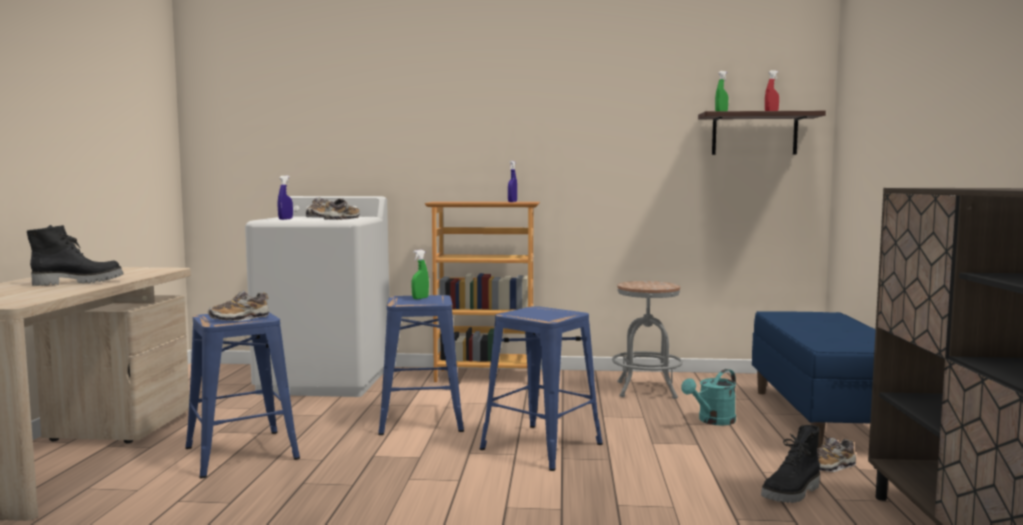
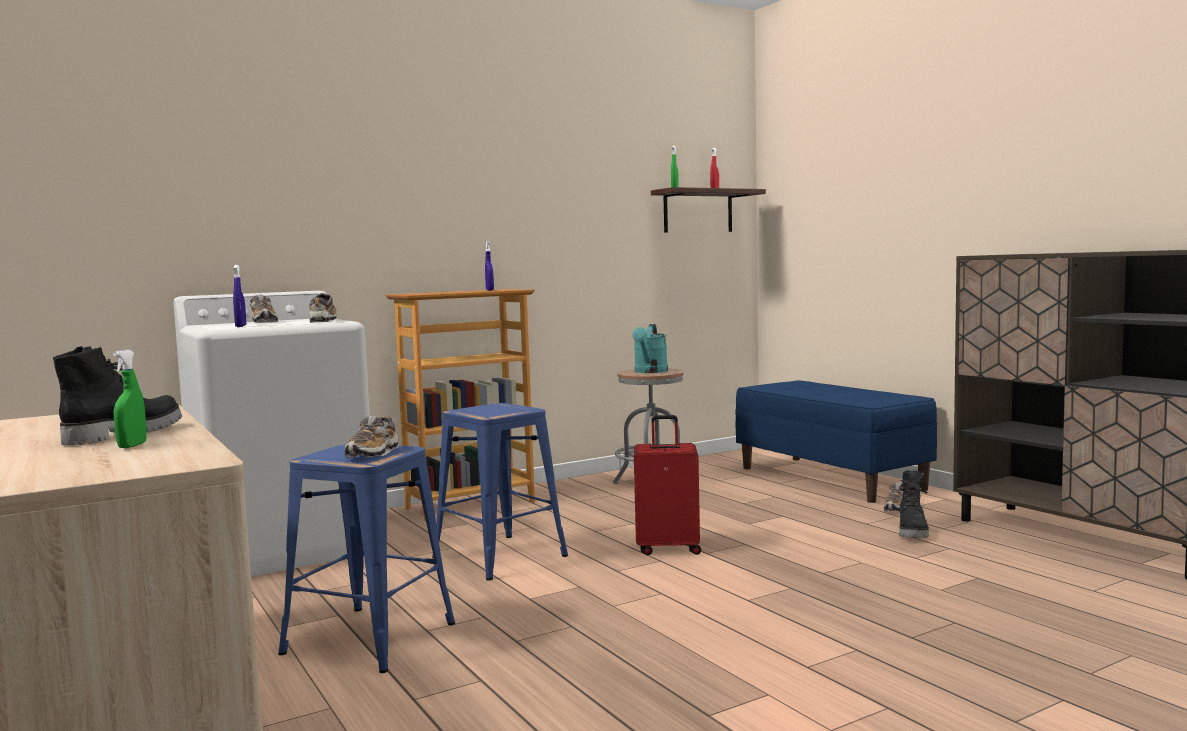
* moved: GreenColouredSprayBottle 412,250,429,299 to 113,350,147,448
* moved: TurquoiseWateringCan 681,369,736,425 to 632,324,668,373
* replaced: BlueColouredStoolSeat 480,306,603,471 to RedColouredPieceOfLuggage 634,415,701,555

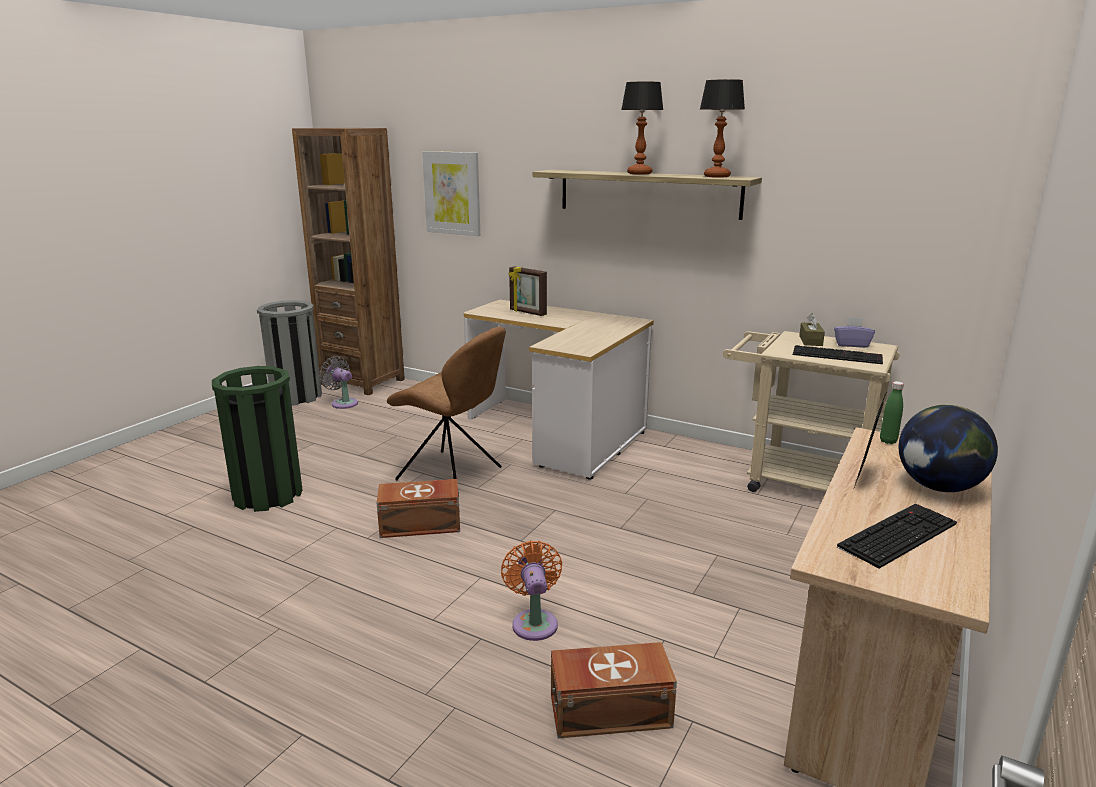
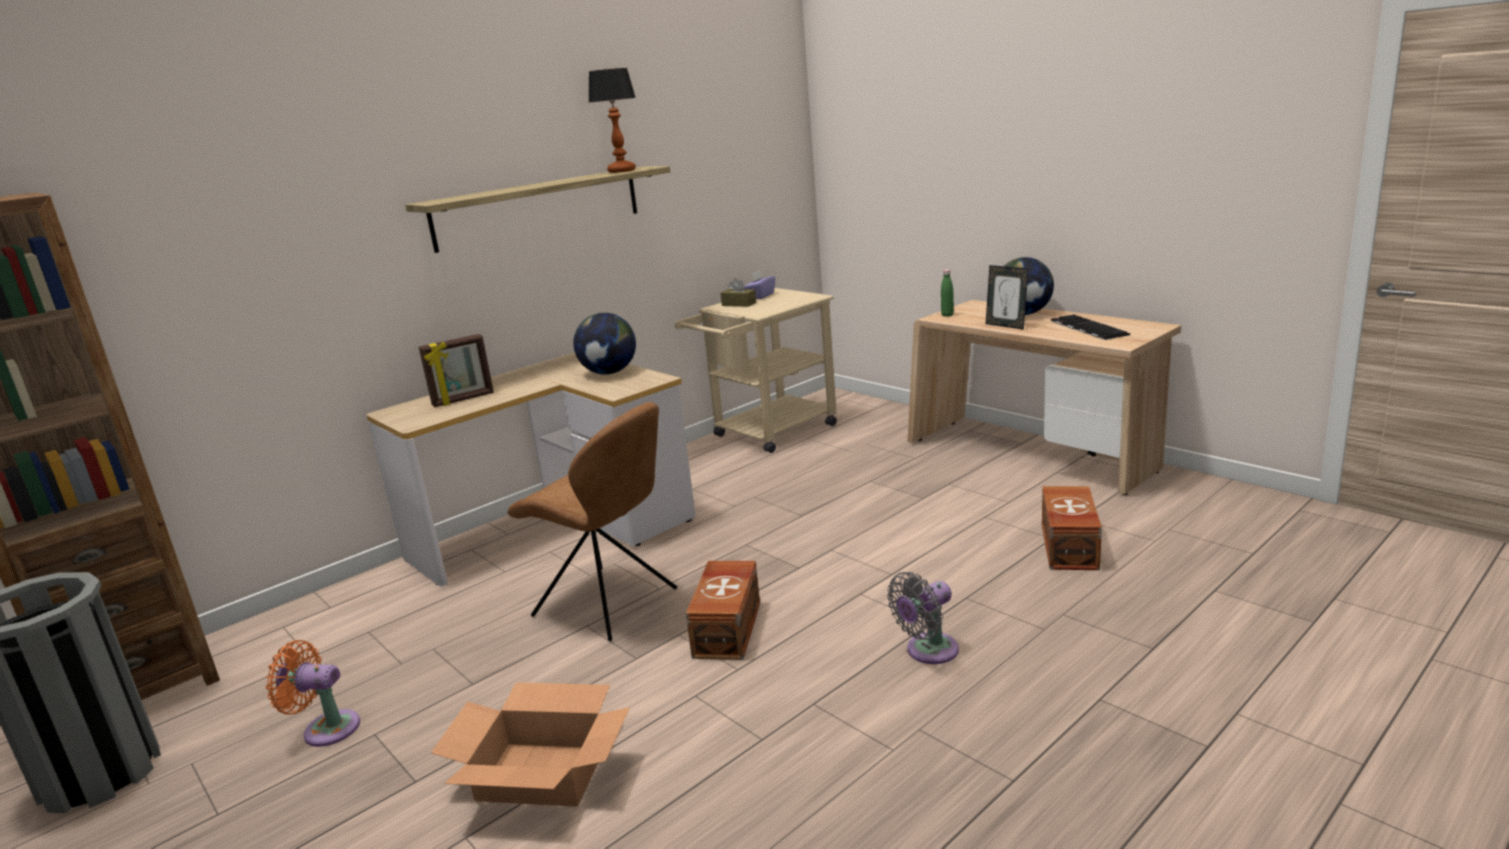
* removed: WallArt 422,151,480,236
* removed: TabletopLamp 621,82,664,175
* removed: ComputerKeyboard 793,345,883,364
* added: DeskGlobe 573,313,636,375
* moved: GrayFan 319,356,358,409 to 887,572,959,664
* moved: OrangeColouredFan 501,540,562,641 to 266,640,360,747
* replaced: GreenColouredTrashCan 212,366,303,512 to PackingBox 431,682,630,807
* turned: BrownChair 387,326,506,495 = 507,402,677,641 75 degrees clockwise

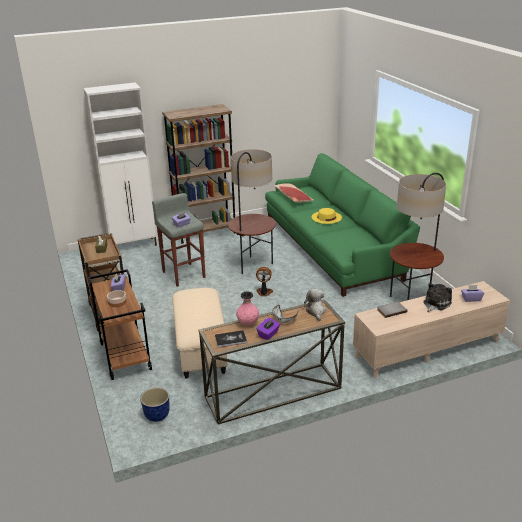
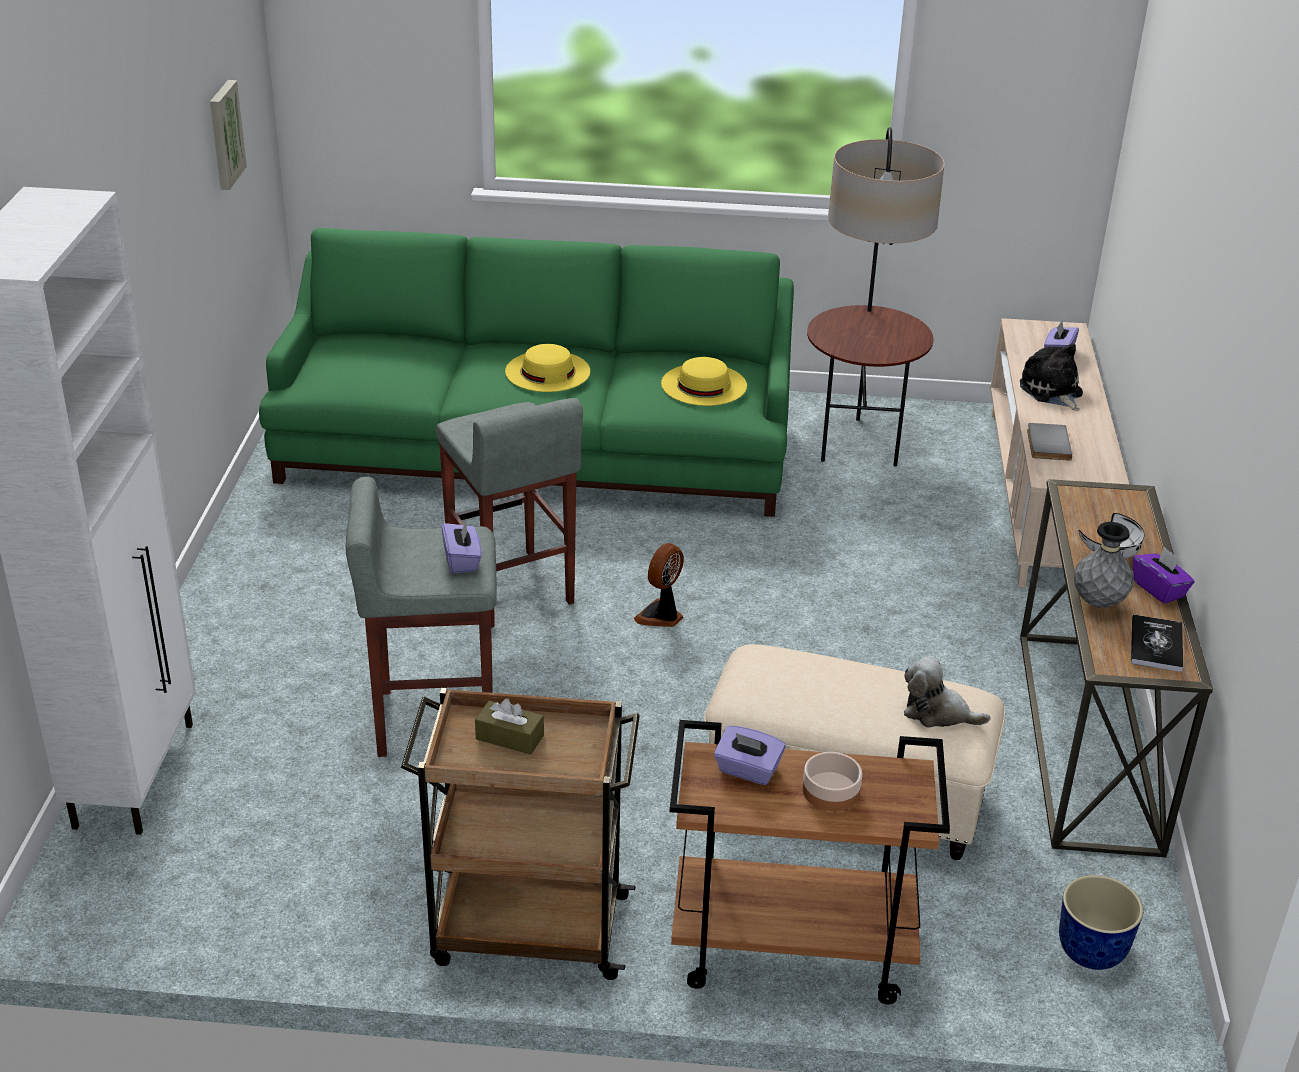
* removed: BrownBookcase 162,104,235,244
* removed: Cushion 274,183,313,203
* added: WallArt 210,80,247,190
* added: YellowColouredClothingHat 661,357,747,406
* moved: CuddlyToy 304,289,326,321 to 904,656,991,728
* replaced: StandingLamp 228,149,276,274 to GrayStoolSeat 436,398,583,628
* recoloured: PinkishFlowerVase 236,292,259,325 to GrayFlowerVase 1074,522,1134,608

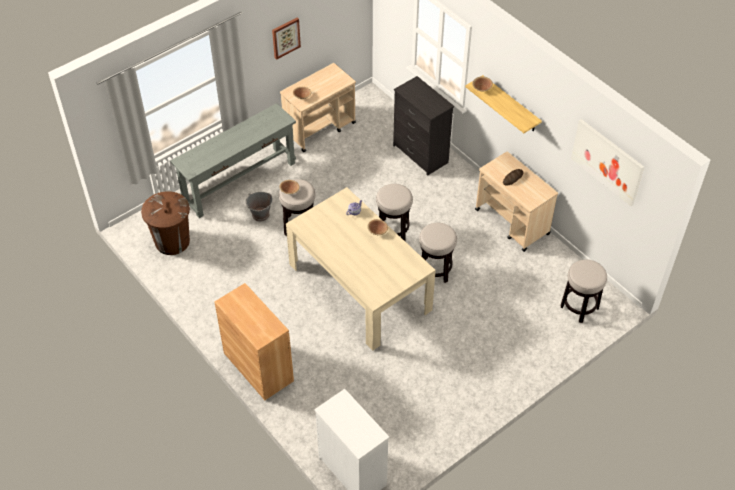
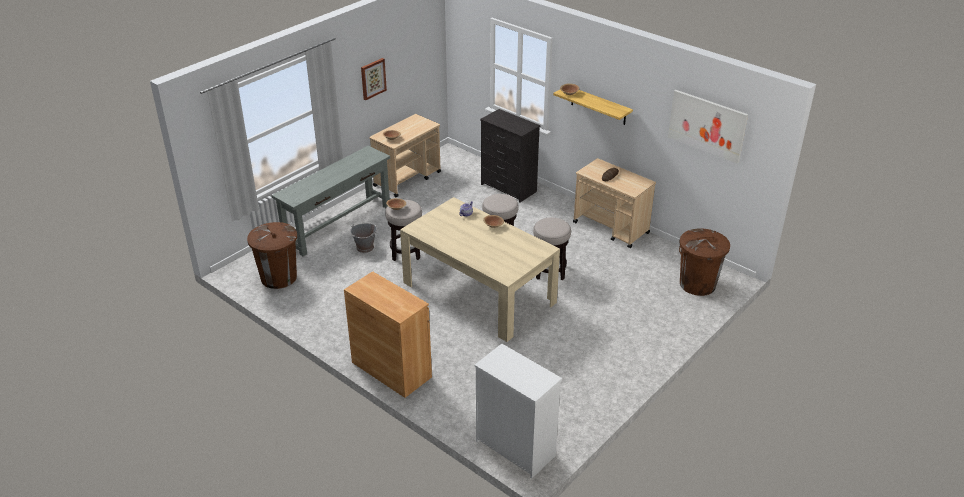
* replaced: StoolSeat 561,260,607,323 to BrownTrashCan 679,228,730,296

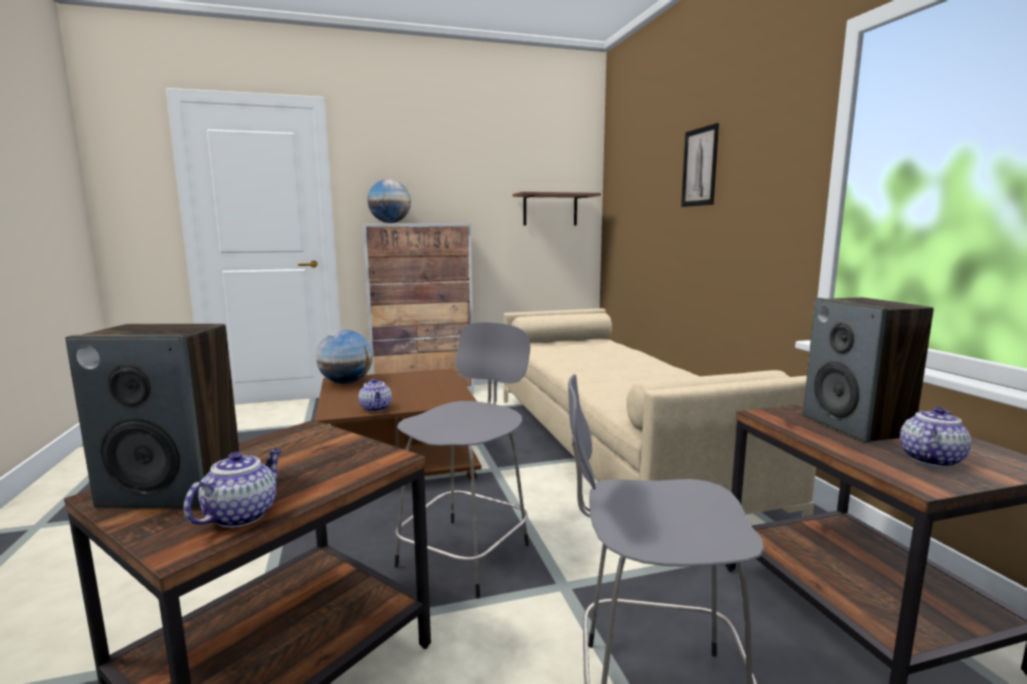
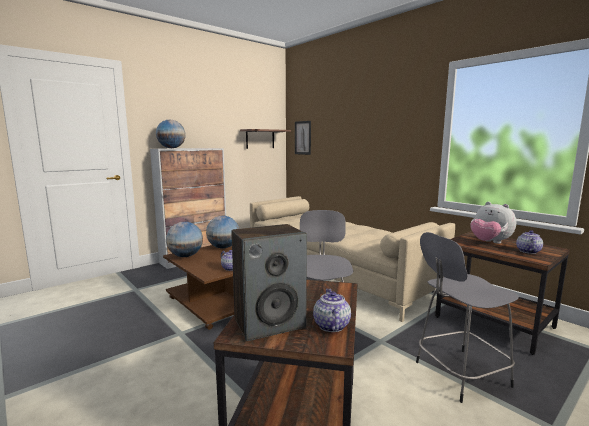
* added: DeskGlobe 206,216,239,249
* moved: WallArt 681,123,719,207 to 295,121,311,155
* replaced: Speaker 803,297,934,443 to CuddlyToy 470,202,516,244

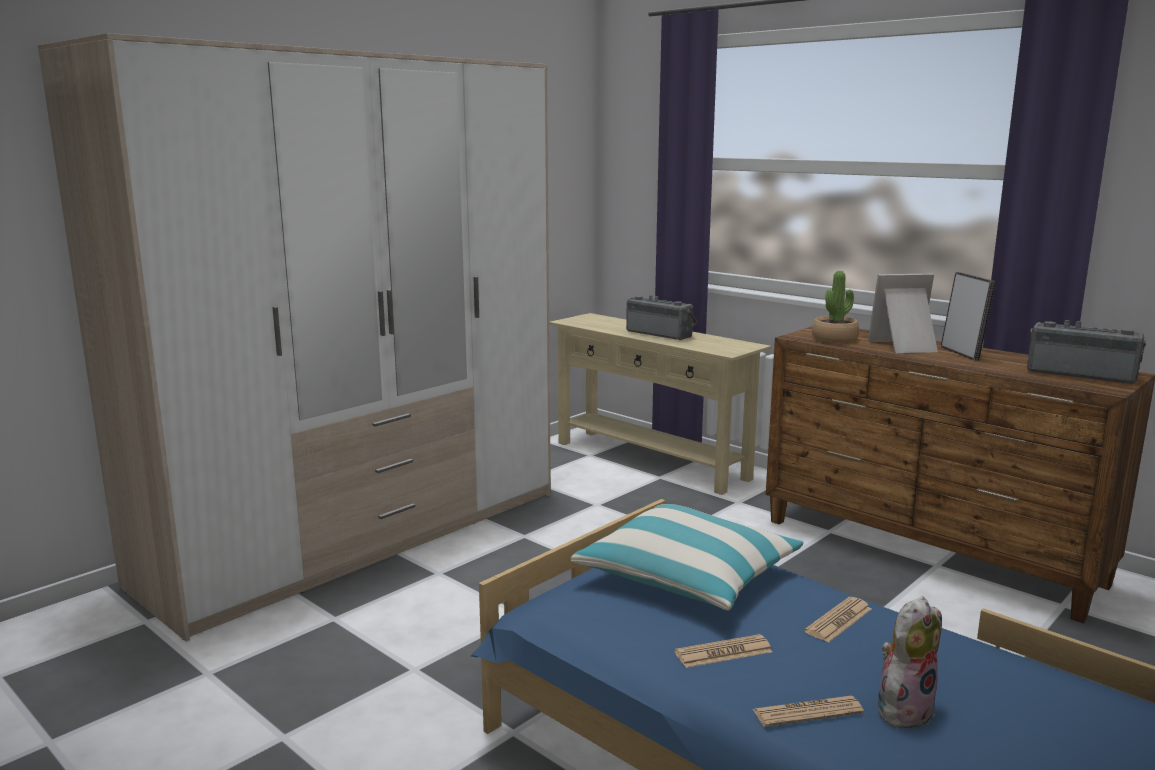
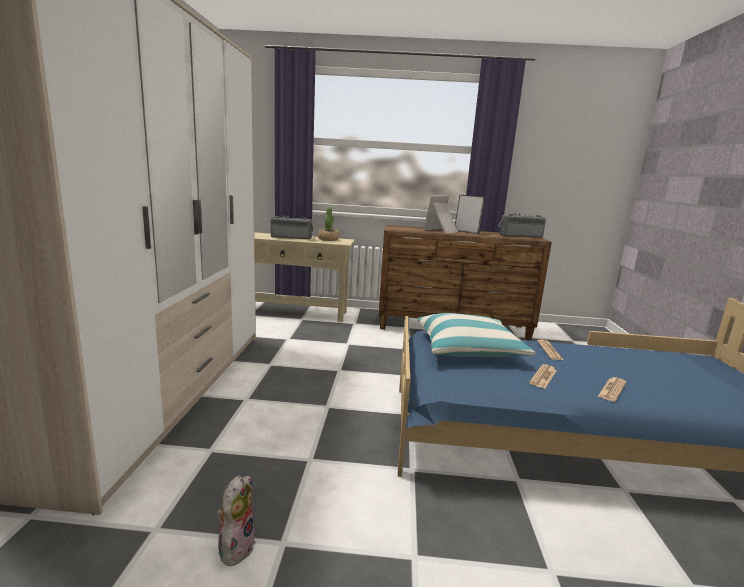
* moved: PlantInAPot 812,271,859,343 to 318,207,339,241
* moved: CuddlyToy 878,596,942,728 to 217,476,256,569

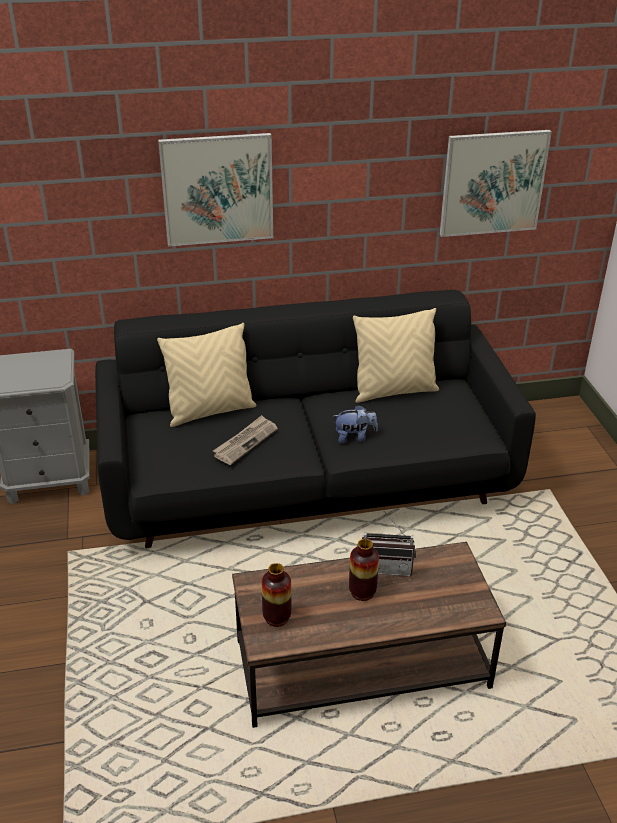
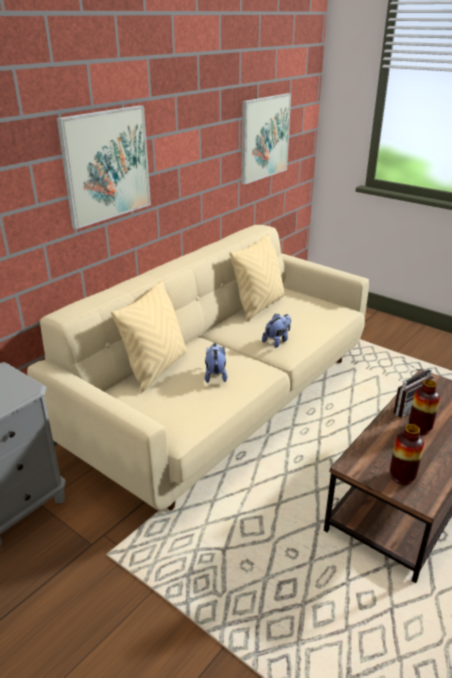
* replaced: Newspaper 213,415,278,465 to CuddlyToy 205,343,227,383
* recoloured: BlackColouredSofa 95,290,536,548 to SandColouredSofa 27,225,369,511

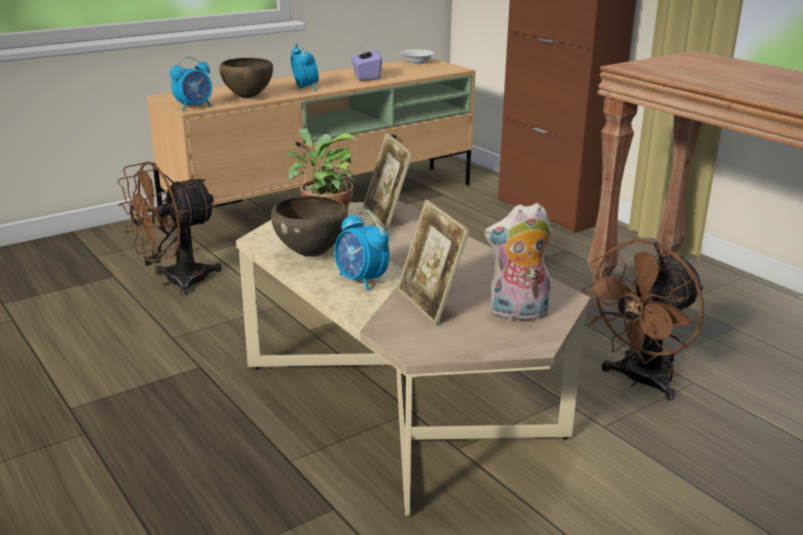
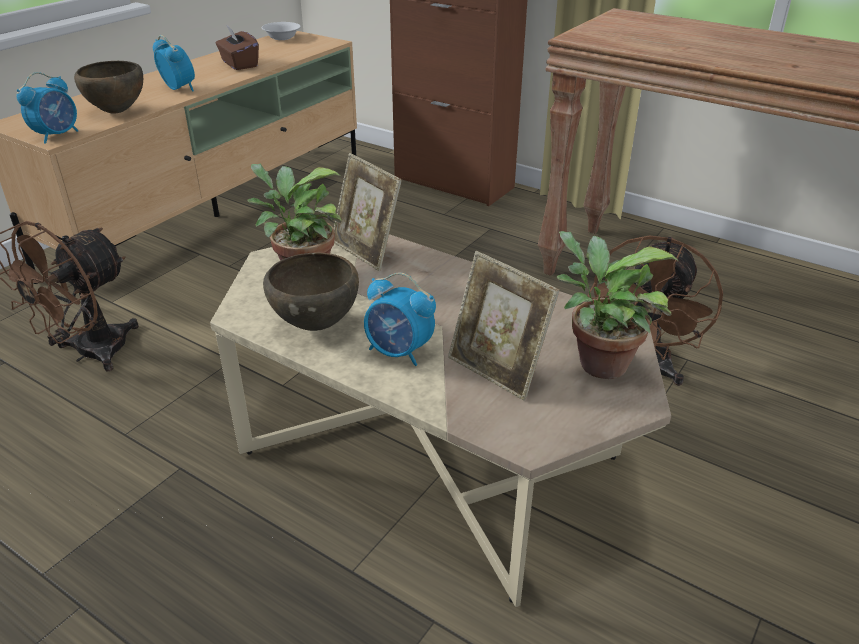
* replaced: CuddlyToy 484,203,552,321 to PlantInAPot 557,231,679,379
* recoloured: PurpleColouredBoxOfTissues 351,44,382,80 to BrownBoxOfTissues 216,26,259,70

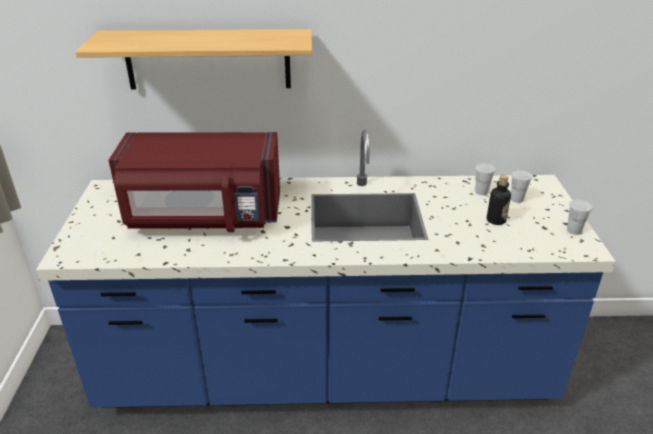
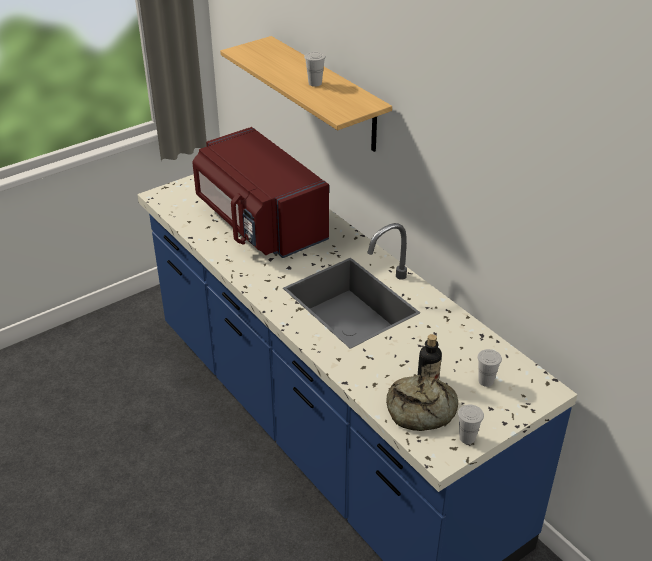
* added: BakeryBread 386,375,458,431
* moved: WhiteSmallCup 475,164,496,195 to 304,52,326,87

